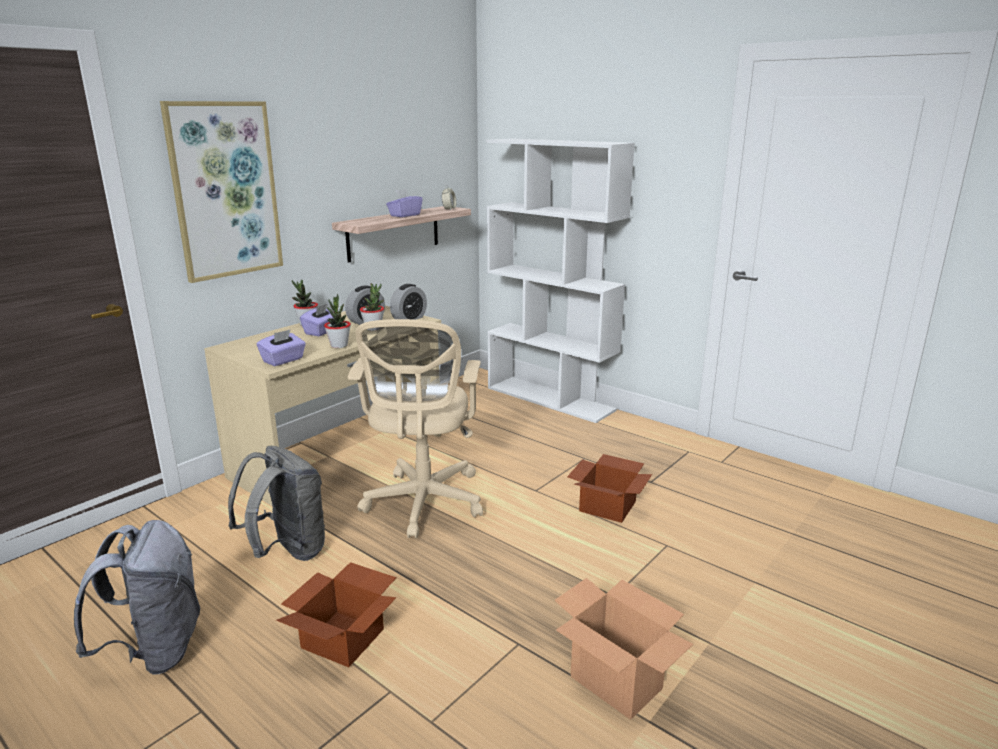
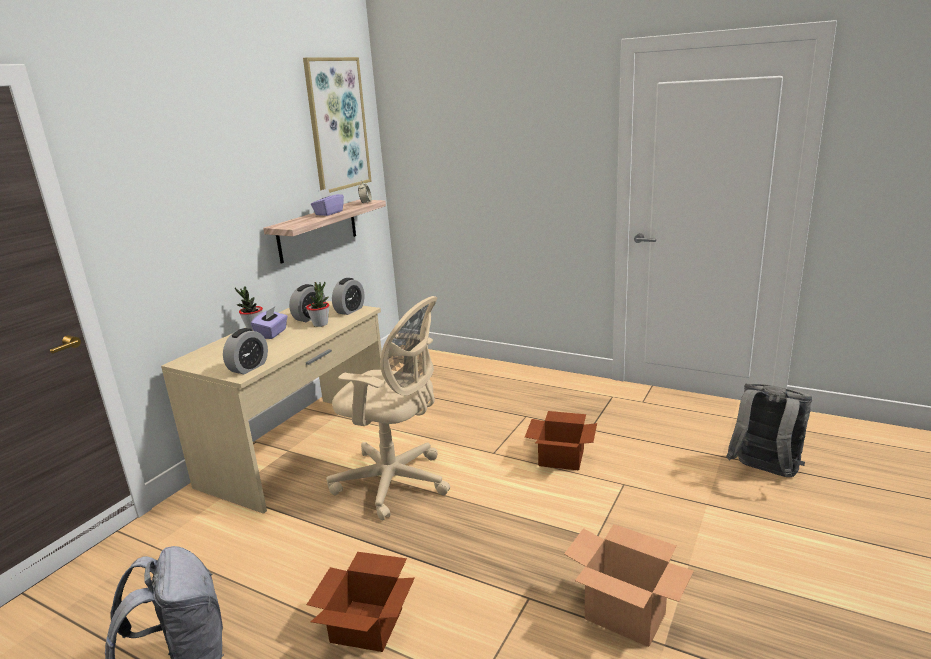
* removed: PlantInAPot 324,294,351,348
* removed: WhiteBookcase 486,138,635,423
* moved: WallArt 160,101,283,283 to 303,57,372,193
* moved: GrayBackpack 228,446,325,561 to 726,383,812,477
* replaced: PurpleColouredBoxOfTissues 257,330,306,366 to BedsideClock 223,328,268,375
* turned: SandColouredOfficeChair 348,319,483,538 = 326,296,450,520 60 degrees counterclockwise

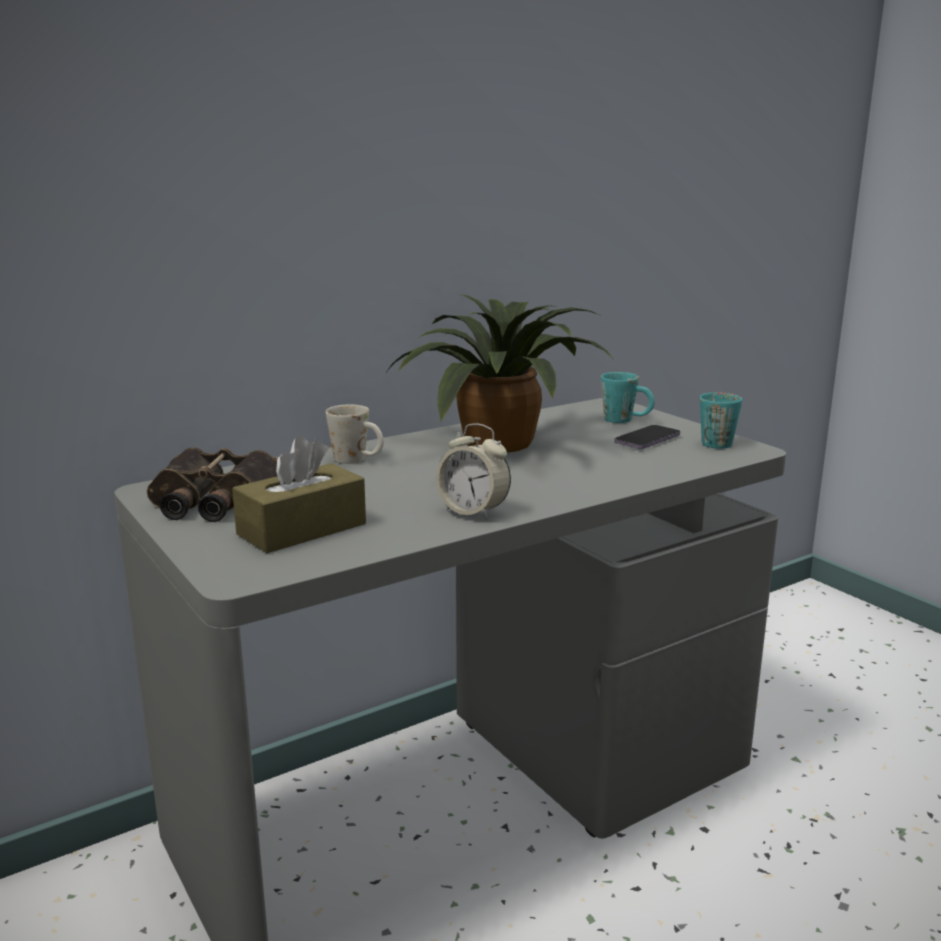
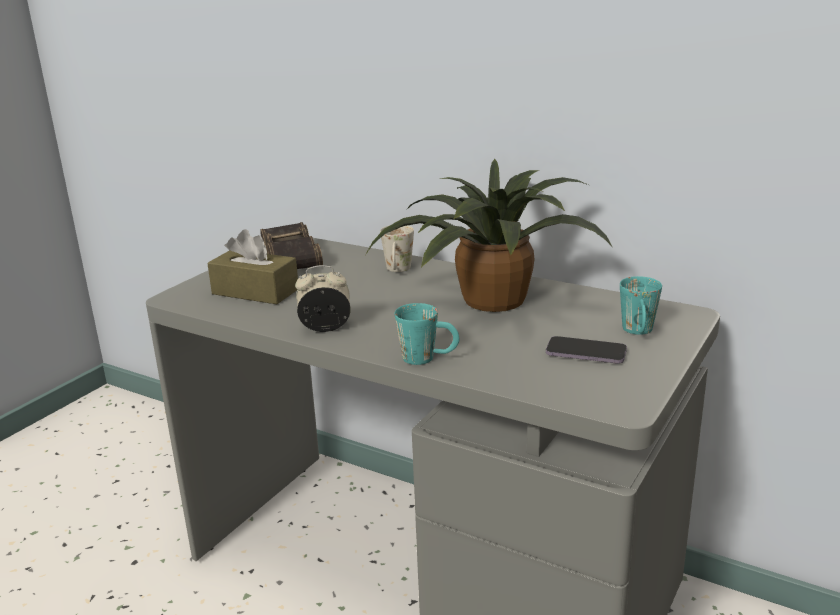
* moved: TurquoiseCoffeeMug 700,392,742,449 to 395,303,459,365
* turned: BedsideClock 436,423,511,520 = 295,265,351,332 75 degrees clockwise

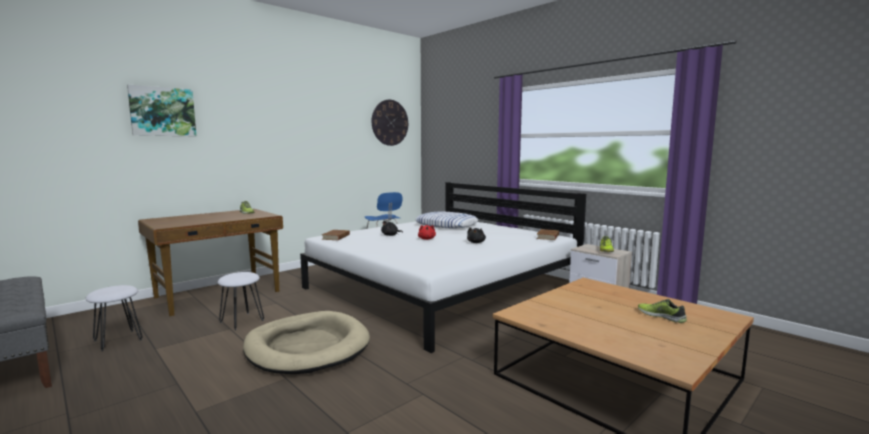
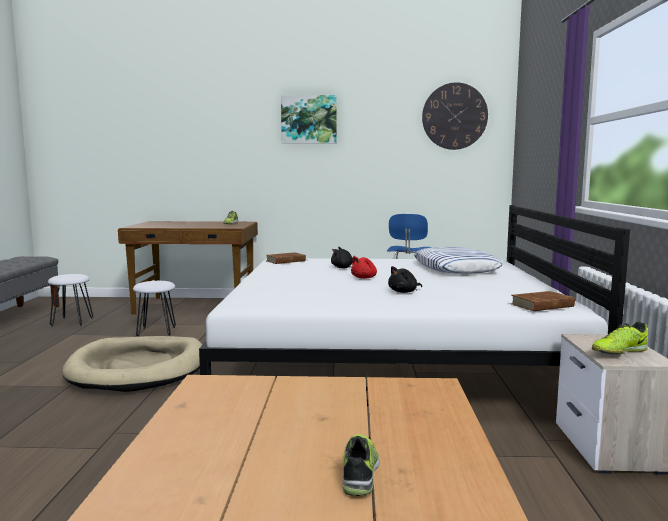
* moved: WallArt 127,85,196,136 to 281,95,337,144

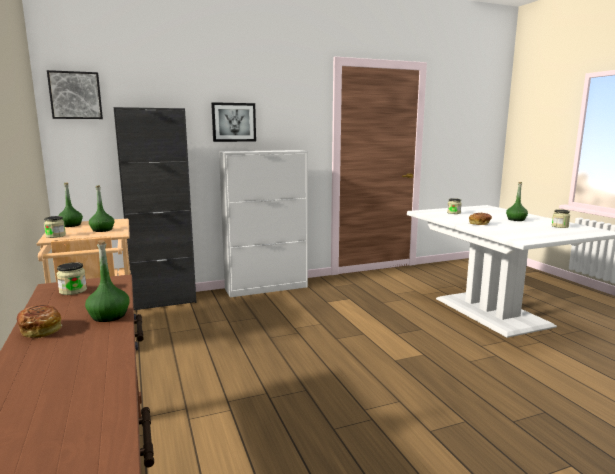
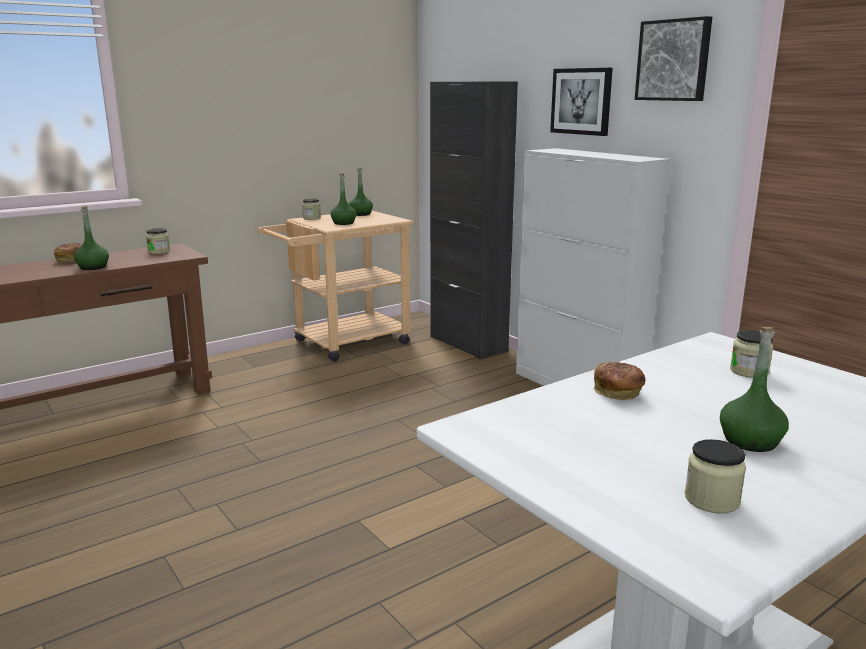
* moved: WallArt 47,70,103,119 to 635,16,712,101

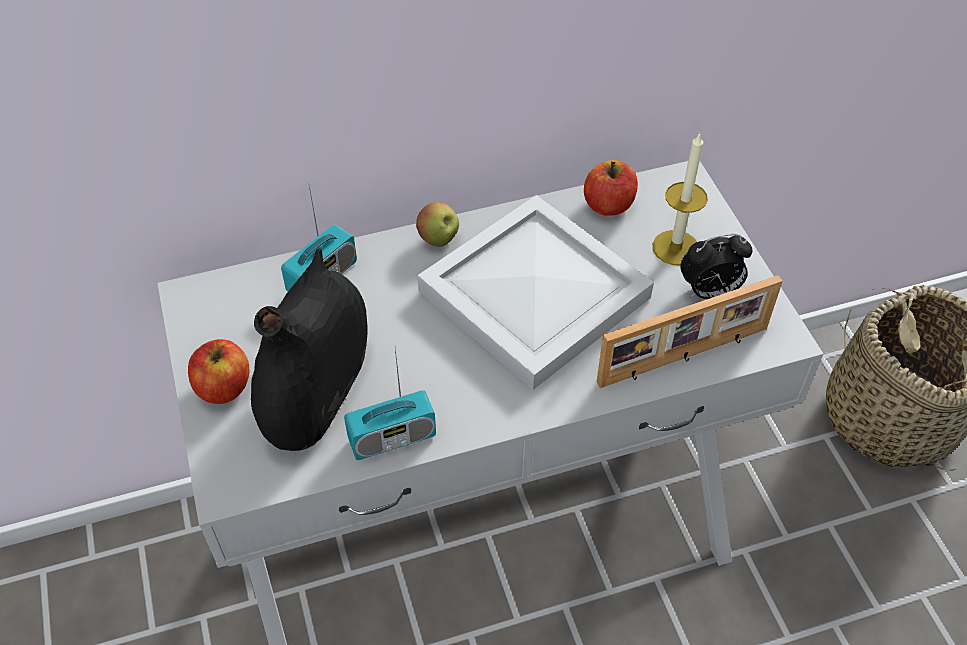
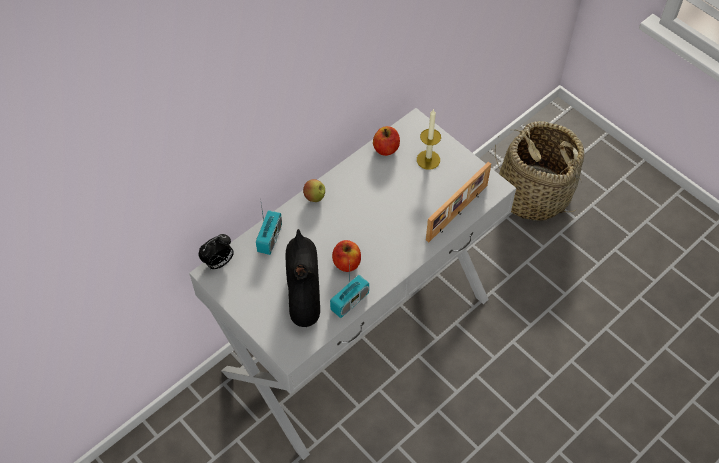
* removed: WhiteCarryingTray 417,195,654,390
* moved: WholeApple 188,339,249,404 to 332,240,361,272
* moved: BedsideClock 680,234,752,299 to 198,234,234,270

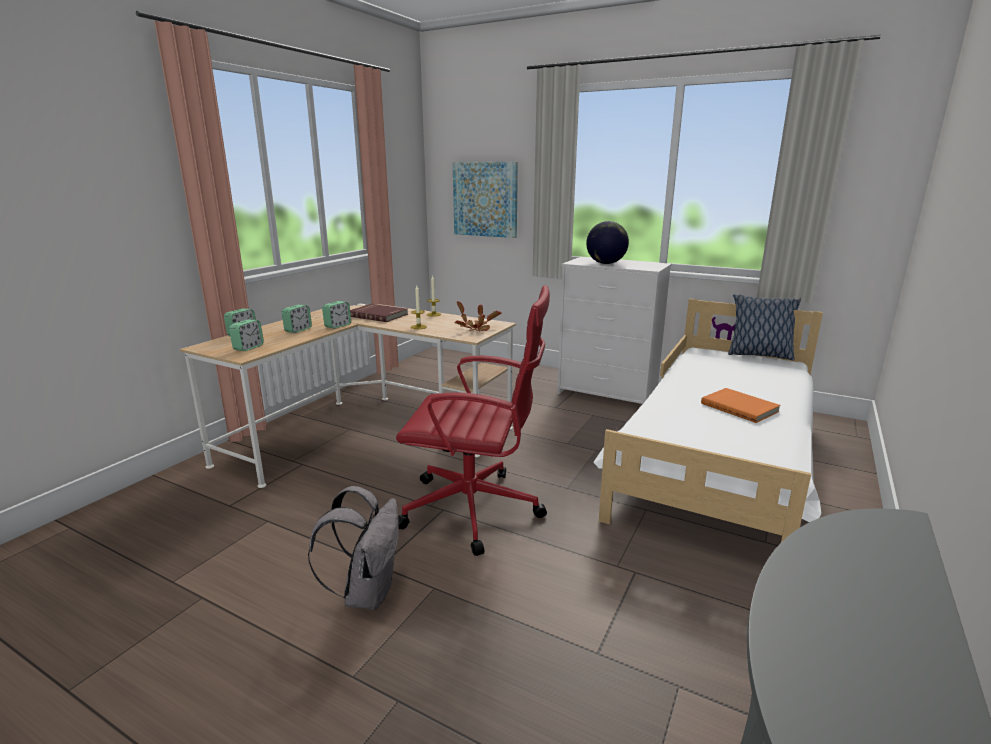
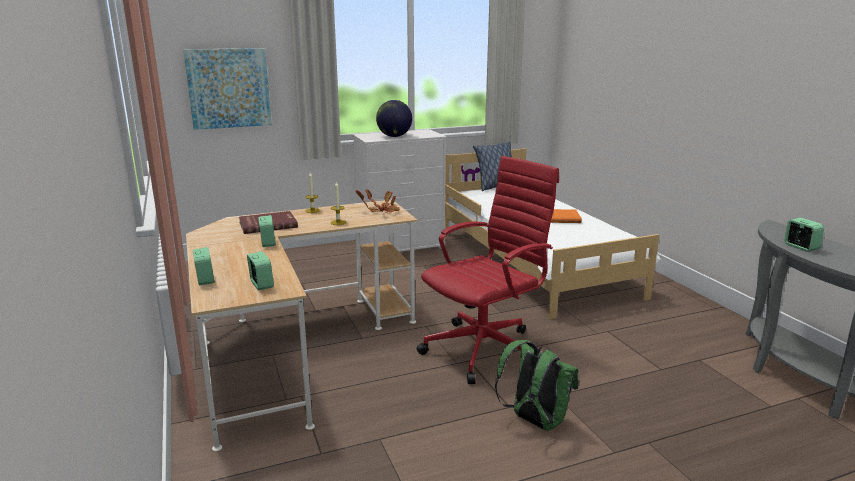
* moved: BedsideClock 282,305,312,333 to 784,218,824,252
* recoloured: GrayBackpack 308,486,399,610 to GreenColouredBackpack 495,340,578,431

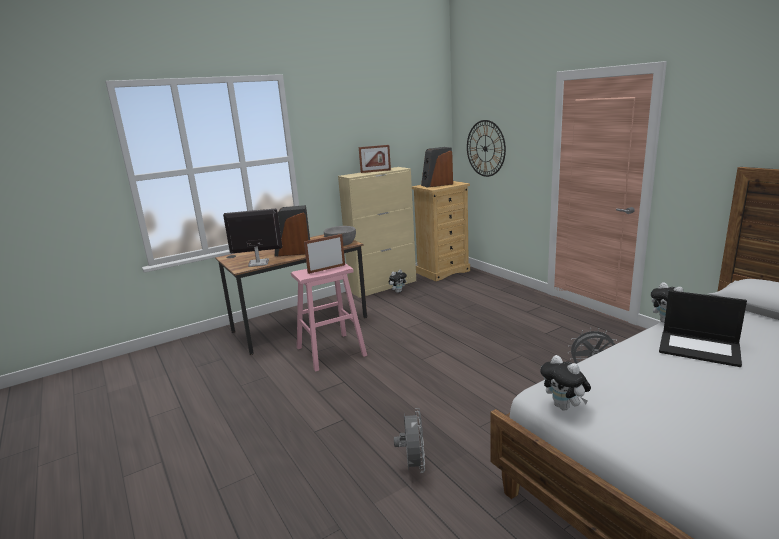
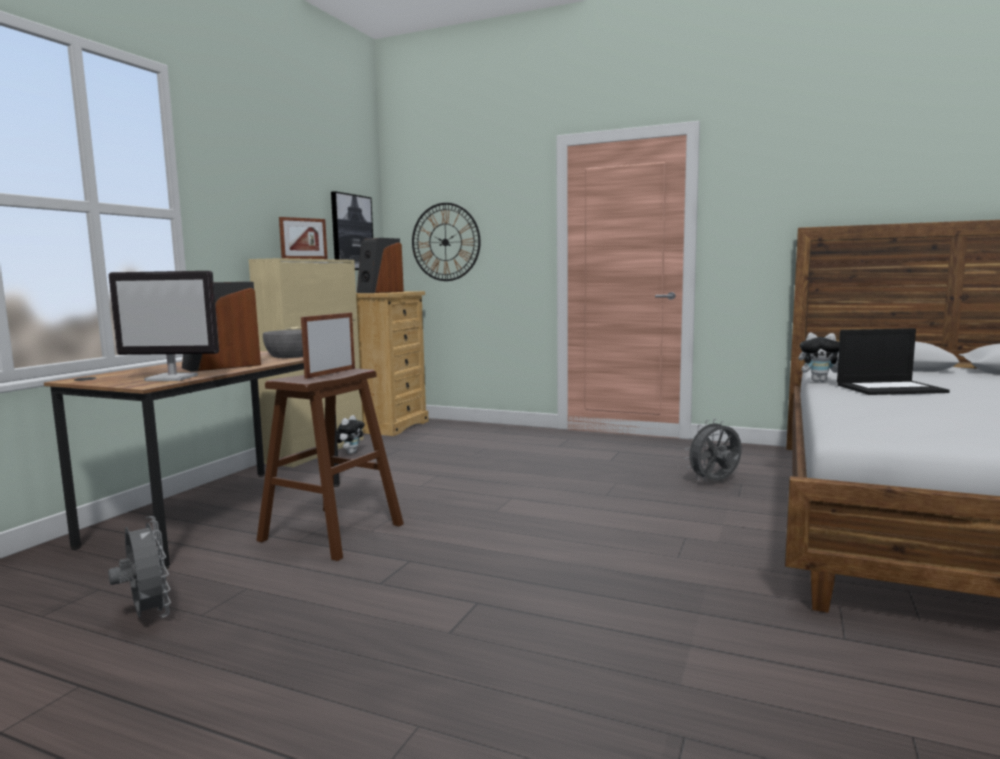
* removed: CuddlyToy 540,355,591,411
* added: WallArt 331,191,373,270
* moved: GrayFan 394,408,425,473 to 108,516,171,618
* recoloured: PinkishStoolSeat 291,263,367,372 to BrownStoolSeat 257,368,404,561
* turned: ComputerScreen 223,209,282,267 = 109,271,219,381 135 degrees counterclockwise

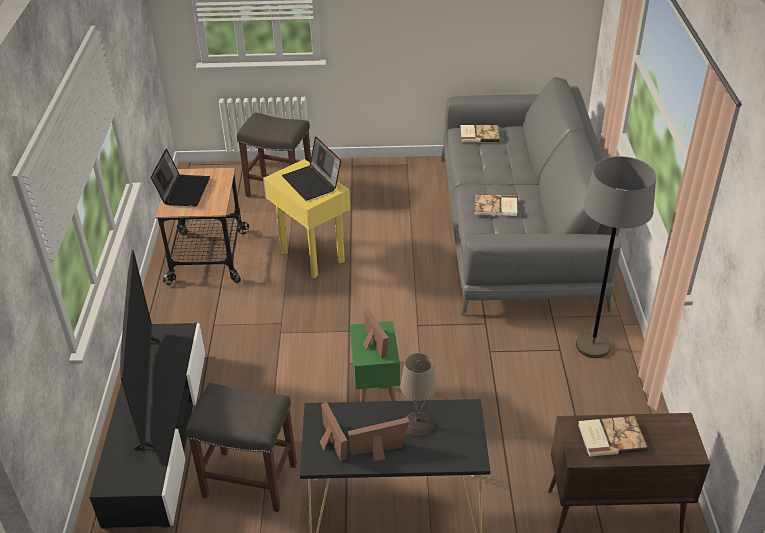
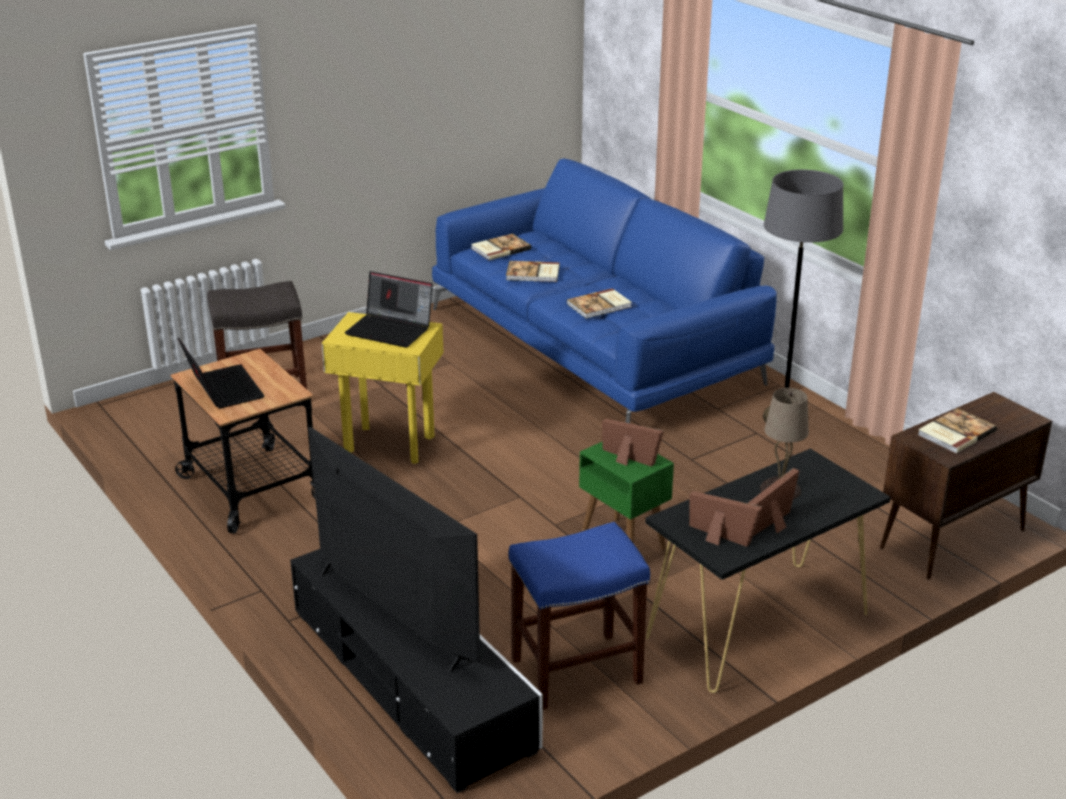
* added: BoundBook 506,261,560,282
* recoloured: GrayStoolSeat 185,383,297,512 to BlueColouredStoolSeat 509,522,650,710
* recoloured: GraySofa 440,77,621,316 to BlueColouredSofa 432,159,777,423

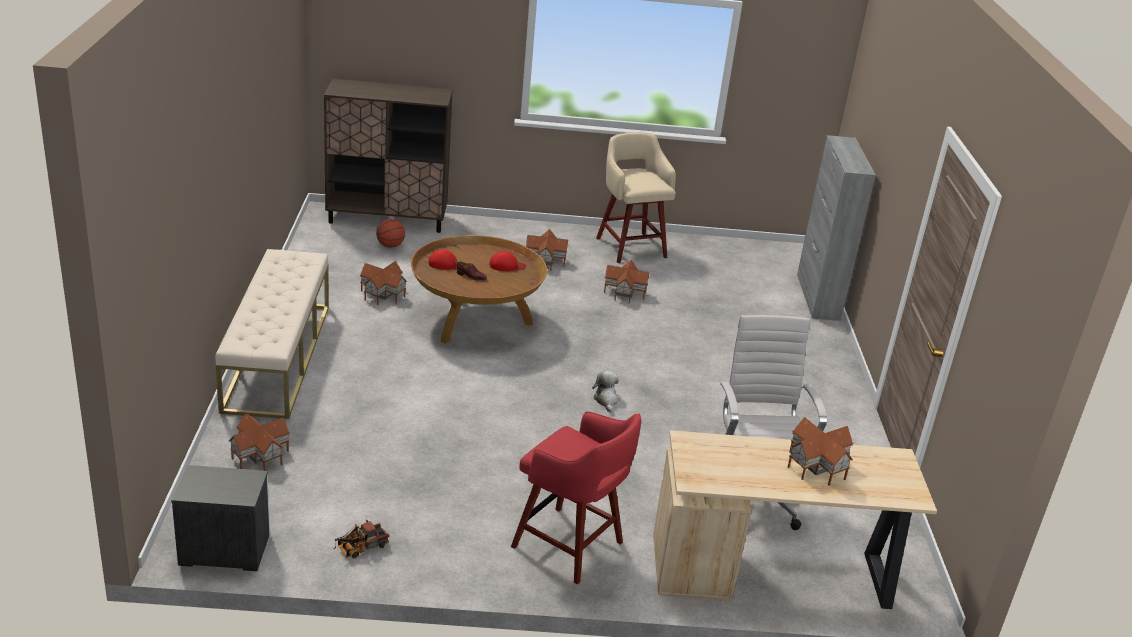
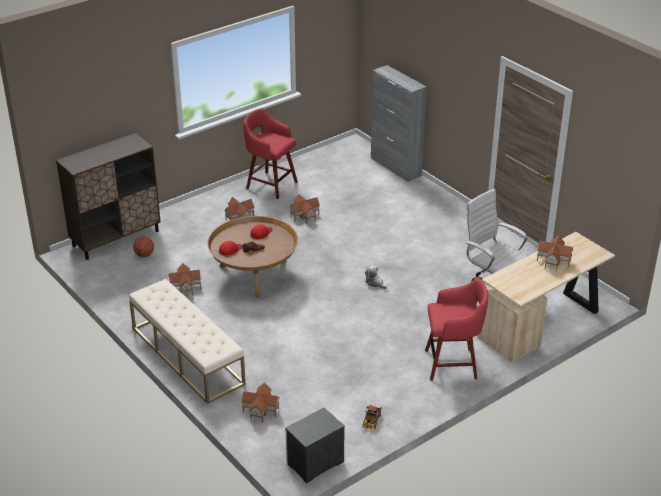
* recoloured: SandColouredStoolSeat 596,132,676,263 to RedColouredStoolSeat 243,108,298,199

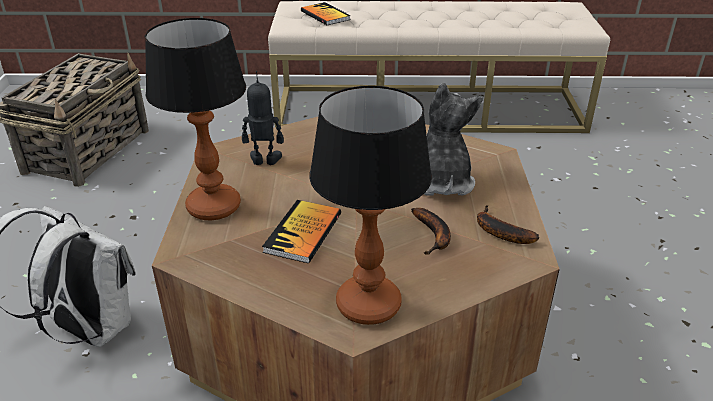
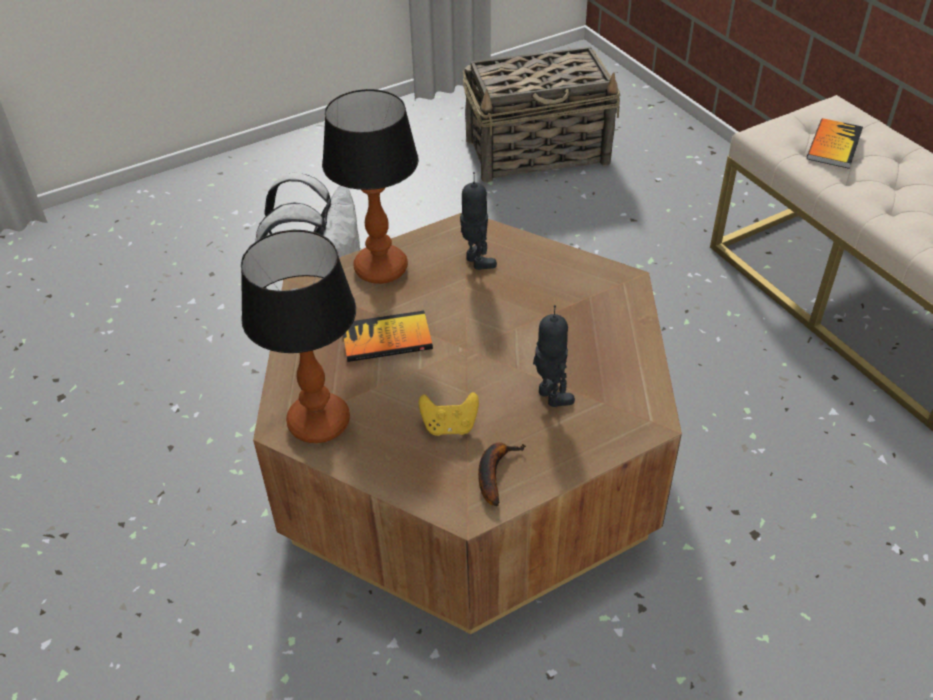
* replaced: WholeBanana 411,208,451,255 to YellowColouredJoypad 419,392,479,436
* replaced: CuddlyToy 424,83,483,196 to RobotFigure 533,305,575,407

